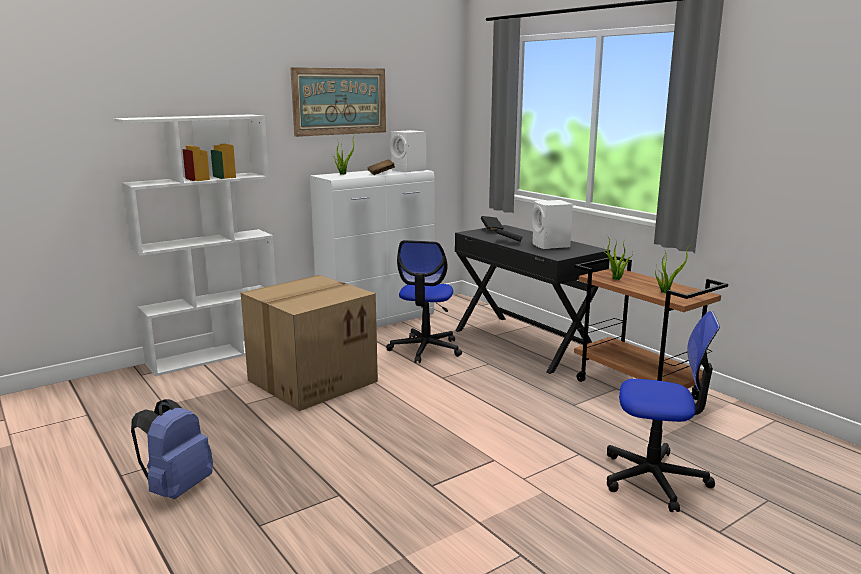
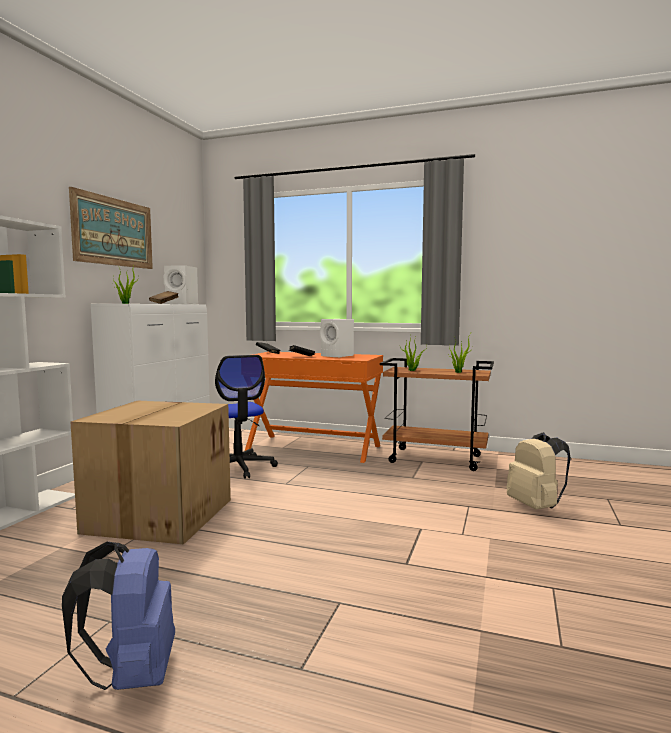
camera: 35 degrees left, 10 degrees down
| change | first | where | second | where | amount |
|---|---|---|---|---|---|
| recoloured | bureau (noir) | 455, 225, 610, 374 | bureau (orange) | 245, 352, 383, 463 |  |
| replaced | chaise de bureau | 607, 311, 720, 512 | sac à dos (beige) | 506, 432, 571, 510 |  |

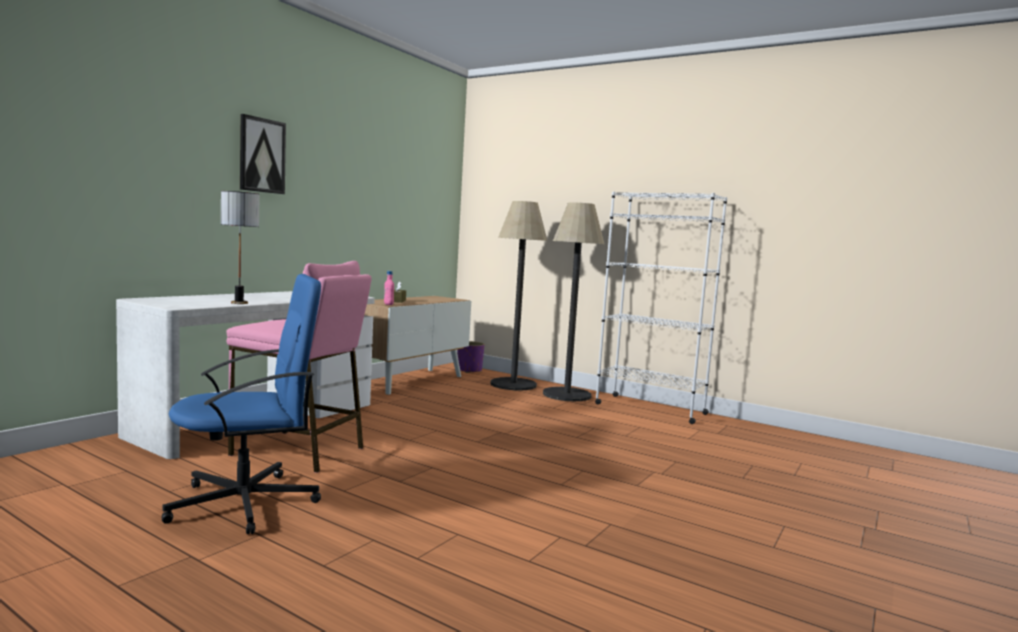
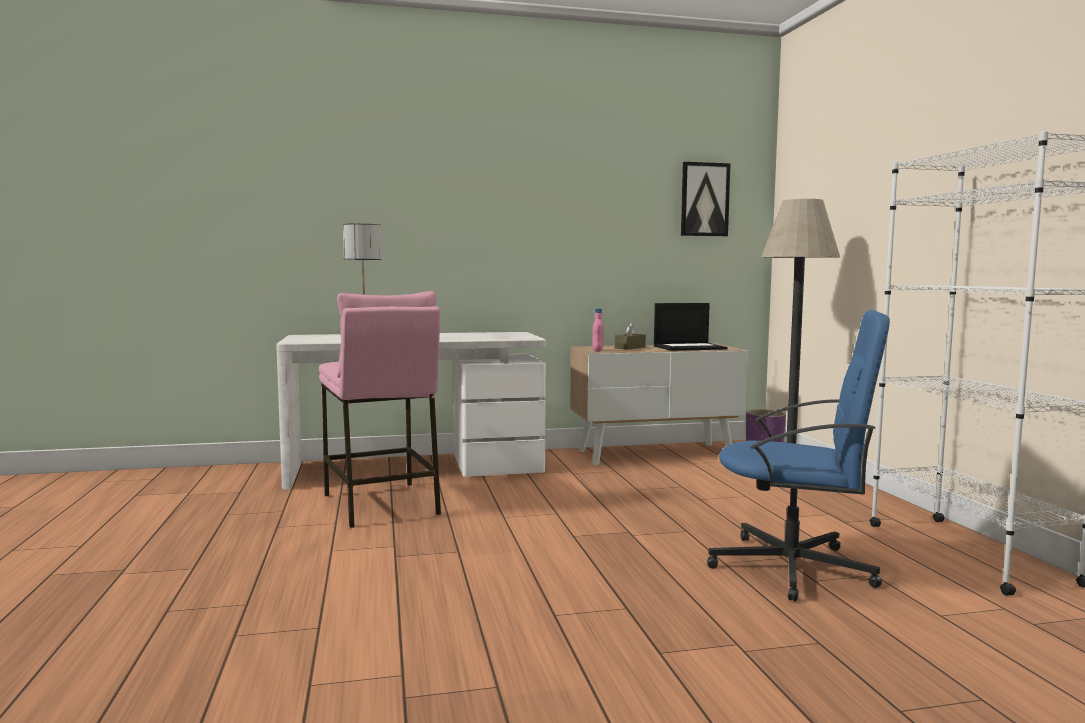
camera: 45 degrees right, 0 degrees up
| change | first | where | second | where | amount |
|---|---|---|---|---|---|
| moved | tableau | 240, 114, 286, 194 |  | 681, 162, 730, 236 |  |
| removed | lampadaire | 543, 202, 604, 401 |  |  |  |
| moved | chaise de bureau (bleu) | 162, 274, 321, 534 |  | 707, 310, 890, 601 |  |
| added |  |  | ordinateur portable | 654, 303, 728, 351 |  |

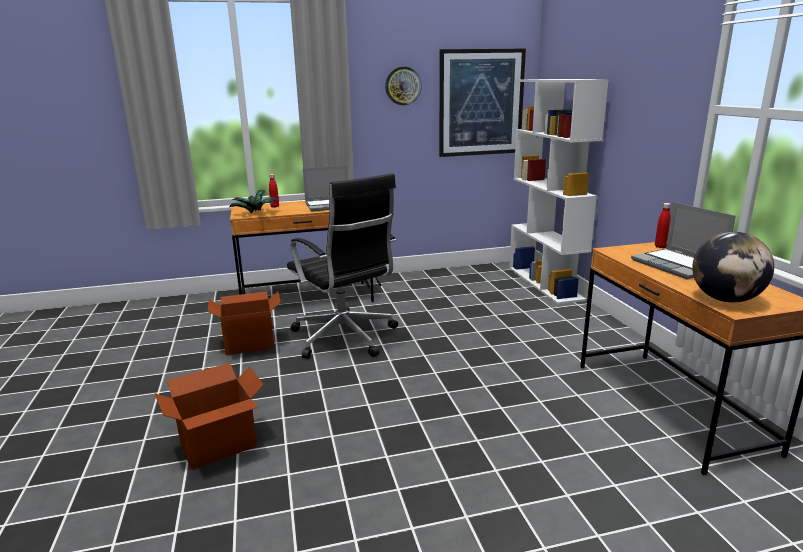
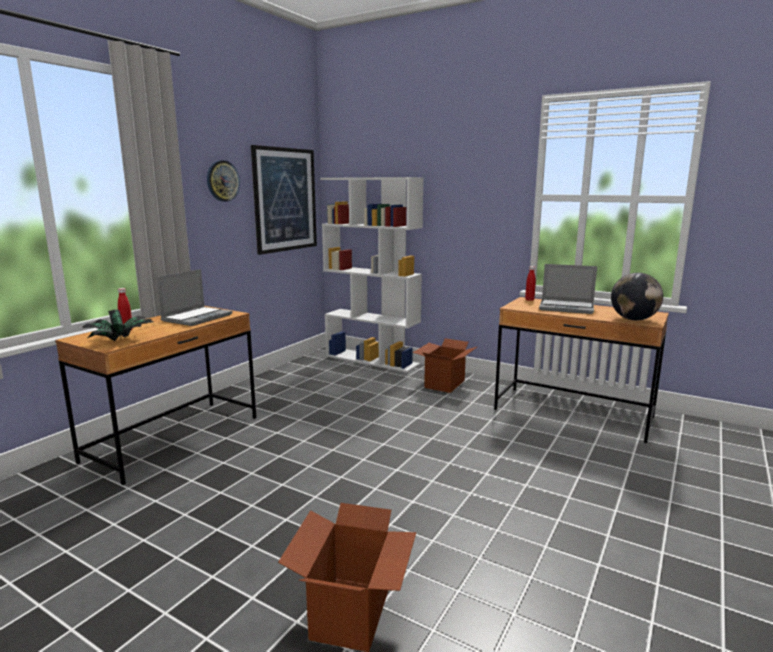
camera: 45 degrees left, 5 degrees down
| change | first | where | second | where | amount |
|---|---|---|---|---|---|
| removed | chaise de bureau (noir) | 287, 173, 398, 359 |  |  |  |
| moved | carton | 208, 292, 281, 355 |  | 413, 338, 478, 393 |  |

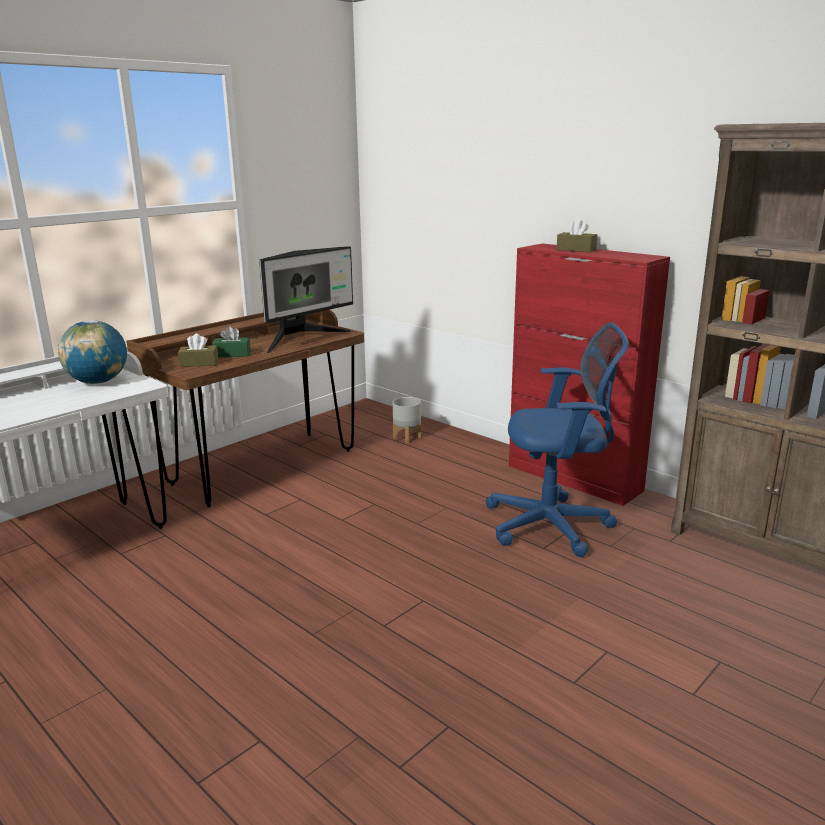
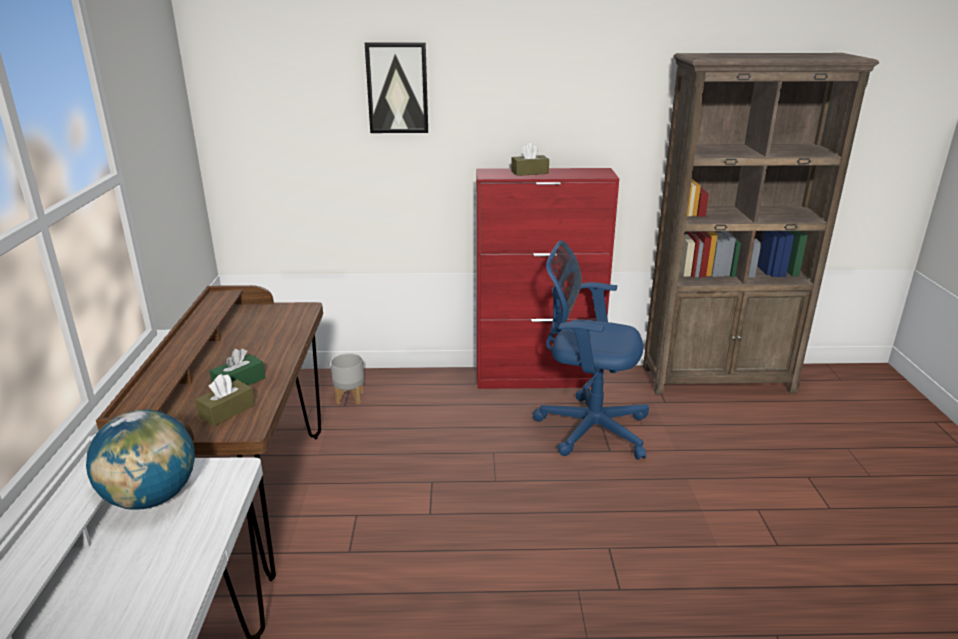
camera: 45 degrees left, 5 degrees up
| change | first | where | second | where | amount |
|---|---|---|---|---|---|
| removed | écran d'ordinateur | 259, 246, 354, 354 |  |  |  |
| turned | chaise de bureau (bleu) | 486, 322, 629, 557 |  | 533, 241, 649, 460 | 120 degrees counterclockwise |
| added |  |  | tableau | 365, 42, 428, 133 |  |

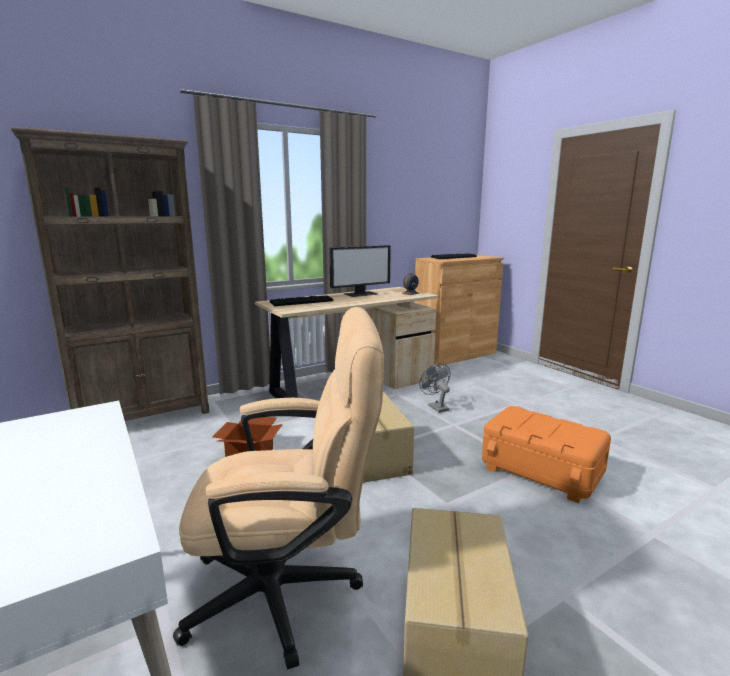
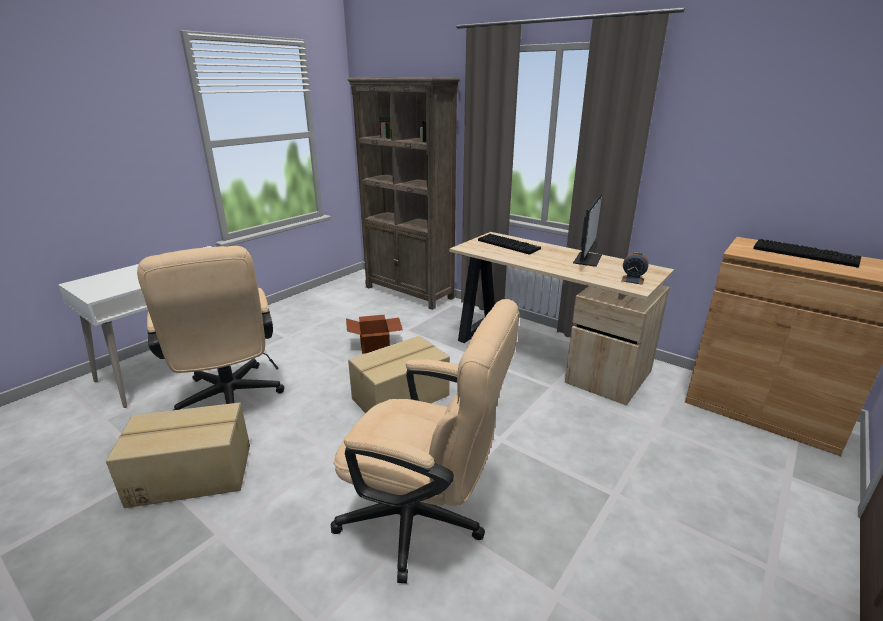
camera: 70 degrees right, 10 degrees up
| change | first | where | second | where | amount |
|---|---|---|---|---|---|
| turned | écran d'ordinateur | 329, 245, 391, 297 |  | 573, 194, 602, 267 | 105 degrees counterclockwise |
| removed | ventilateur (gris) | 419, 363, 450, 413 |  |  |  |
| replaced | boîte de rangement (orange) | 482, 406, 611, 503 | chaise de bureau (beige) | 331, 299, 519, 583 |  |

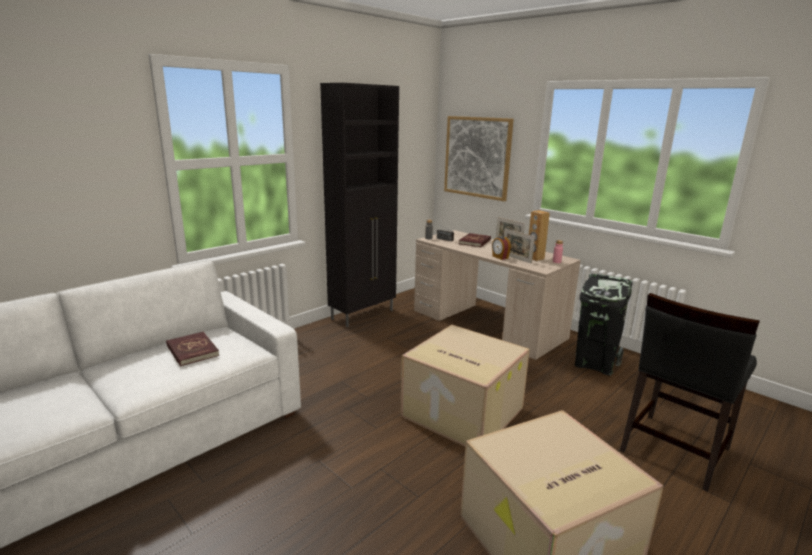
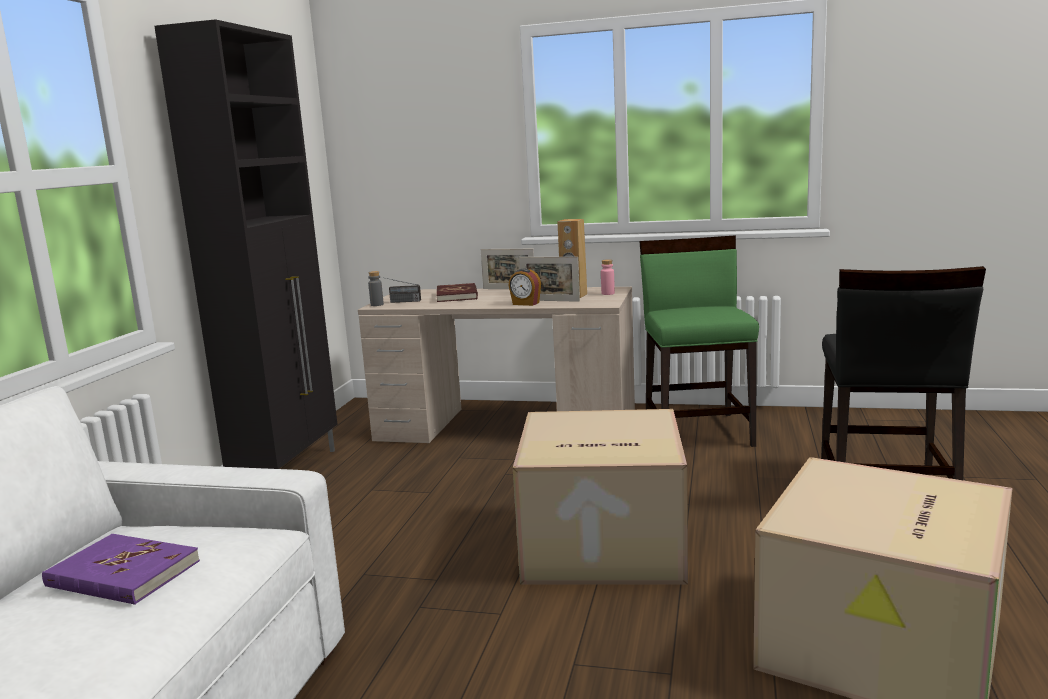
camera: 30 degrees left, 5 degrees down
| change | first | where | second | where | amount |
|---|---|---|---|---|---|
| removed | tableau | 444, 116, 514, 201 |  |  |  |
| replaced | poubelle (noir) | 575, 274, 633, 376 | chaise (vert) | 639, 235, 759, 447 |  |
| recoloured | livre (rouge) | 166, 332, 219, 367 | livre (violet) | 42, 534, 200, 605 |  |

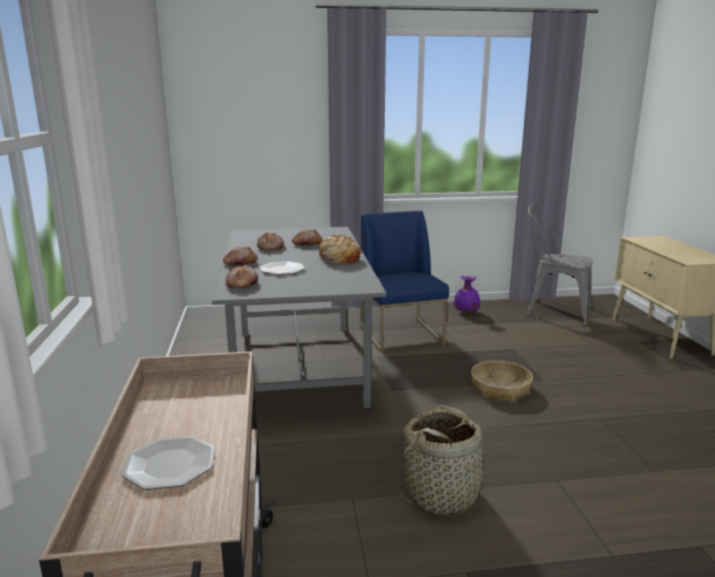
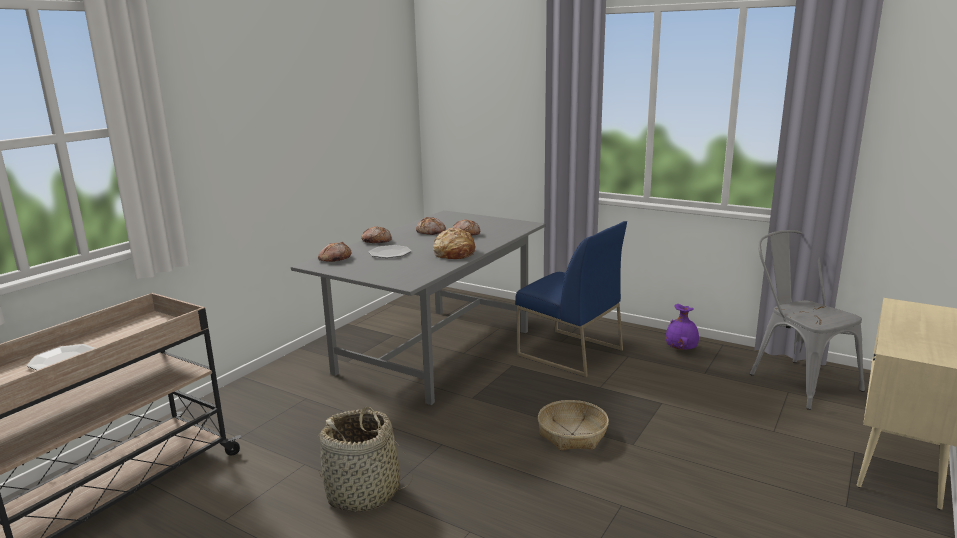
camera: 40 degrees right, 0 degrees up
| change | first | where | second | where | amount |
|---|---|---|---|---|---|
| turned | chaise (bleu) | 360, 211, 449, 353 |  | 515, 221, 627, 377 | 105 degrees clockwise |

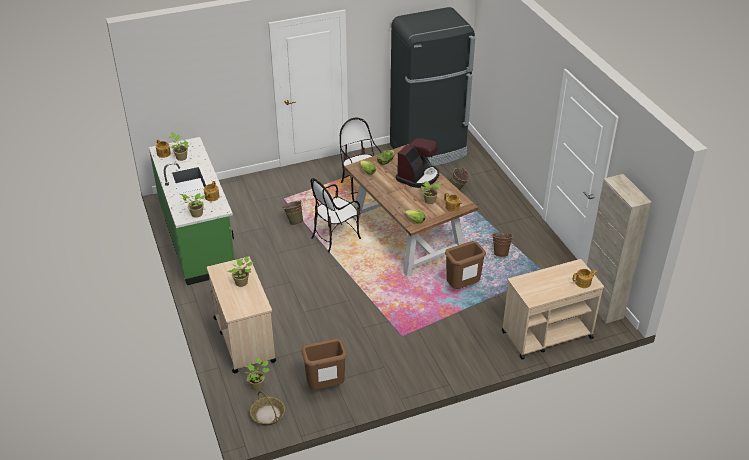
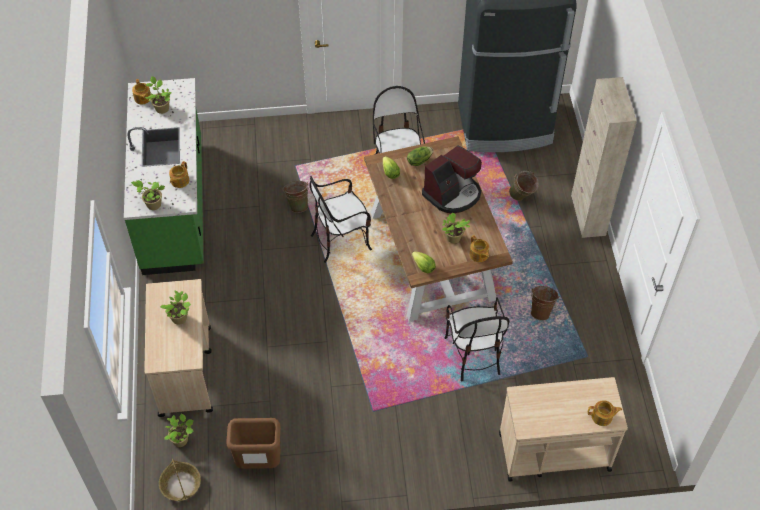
camera: 15 degrees right, 15 degrees up
| change | first | where | second | where | amount |
|---|---|---|---|---|---|
| moved | meuble de rangement (beige) | 587, 174, 652, 323 |  | 571, 77, 637, 238 |  |
| replaced | poubelle (marron) | 445, 241, 486, 289 | chaise | 445, 297, 509, 381 |  |

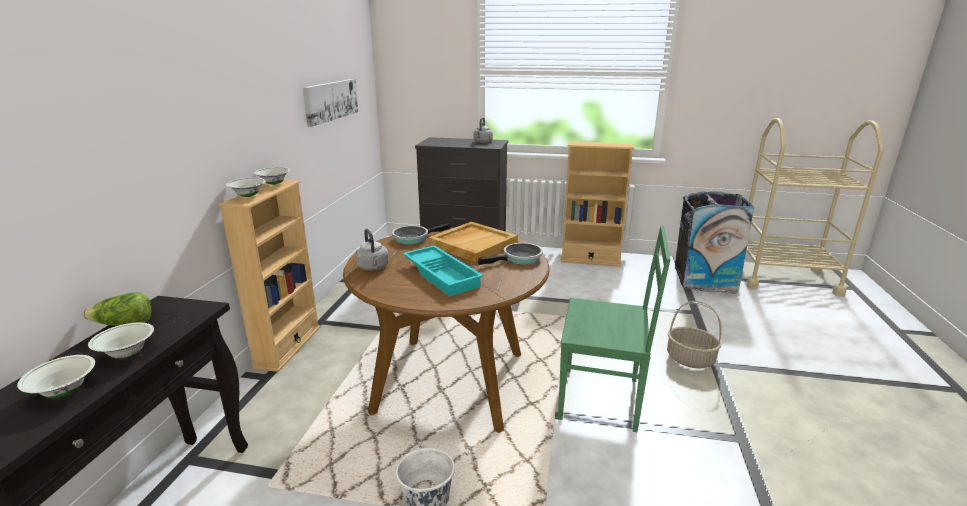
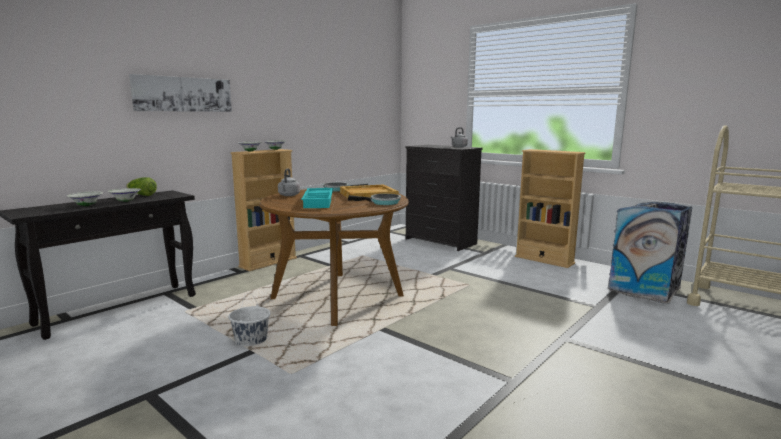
camera: 30 degrees right, 10 degrees down
| change | first | where | second | where | amount |
|---|---|---|---|---|---|
| moved | tableau | 302, 79, 358, 127 |  | 129, 74, 232, 112 |  |
| removed | chaise (vert) | 558, 225, 670, 432 |  |  |  |
| removed | panier | 667, 301, 722, 369 |  |  |  |

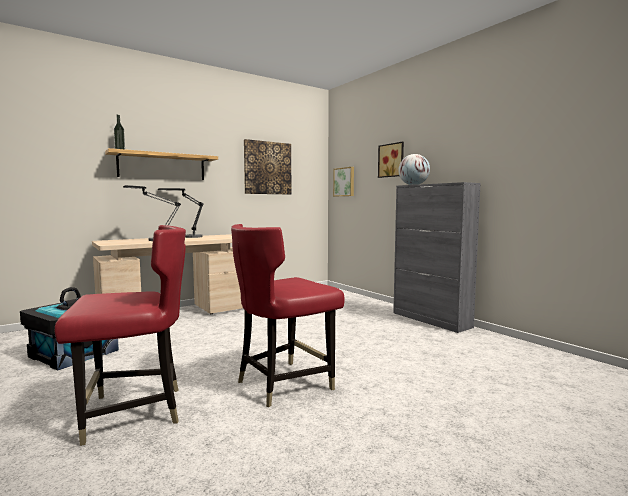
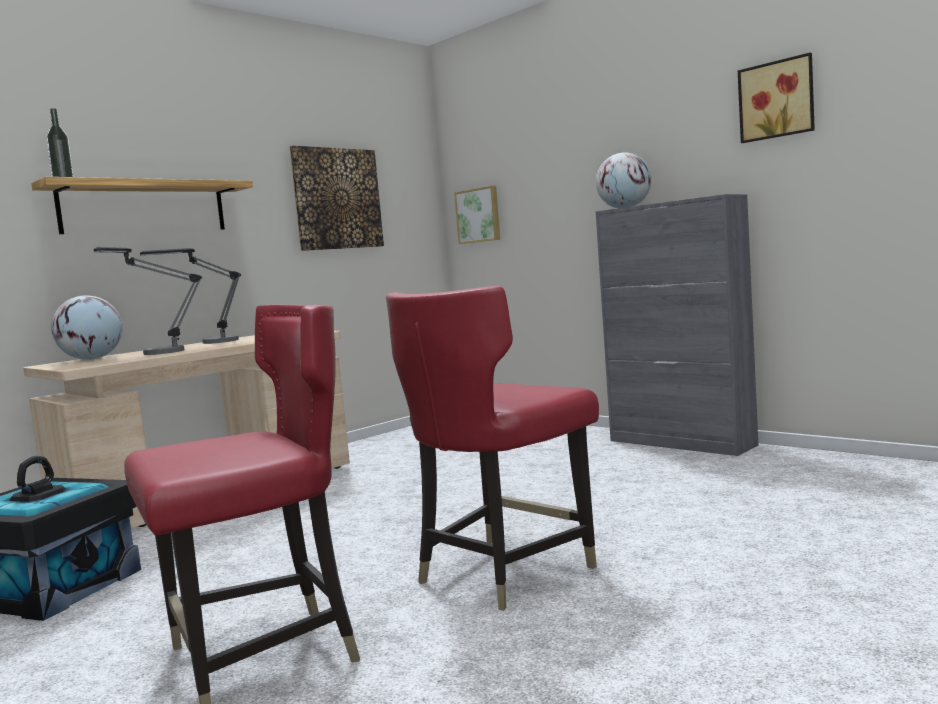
camera: 10 degrees left, 0 degrees up
| change | first | where | second | where | amount |
|---|---|---|---|---|---|
| moved | tableau | 378, 142, 404, 178 |  | 738, 53, 815, 143 |  |
| added |  |  | globe | 51, 295, 122, 360 |  |

